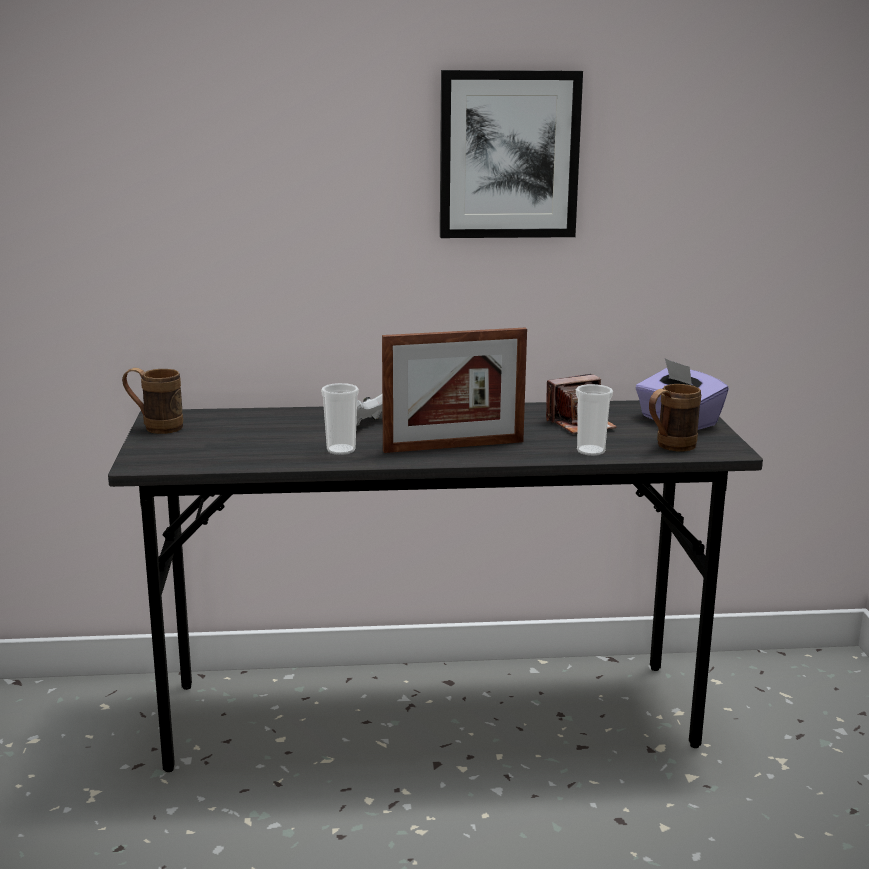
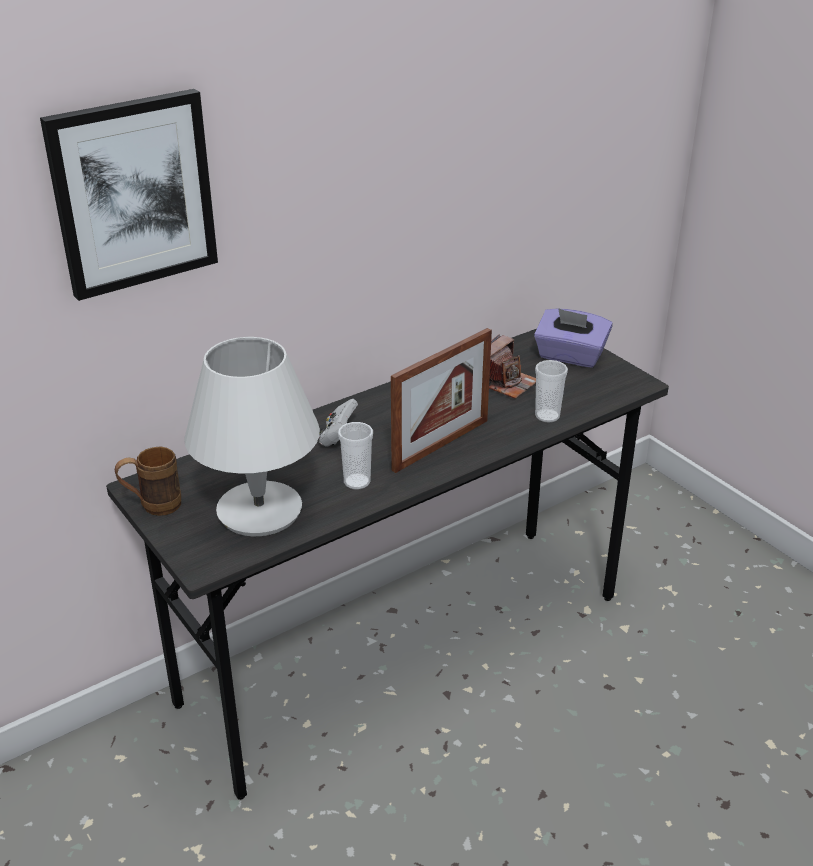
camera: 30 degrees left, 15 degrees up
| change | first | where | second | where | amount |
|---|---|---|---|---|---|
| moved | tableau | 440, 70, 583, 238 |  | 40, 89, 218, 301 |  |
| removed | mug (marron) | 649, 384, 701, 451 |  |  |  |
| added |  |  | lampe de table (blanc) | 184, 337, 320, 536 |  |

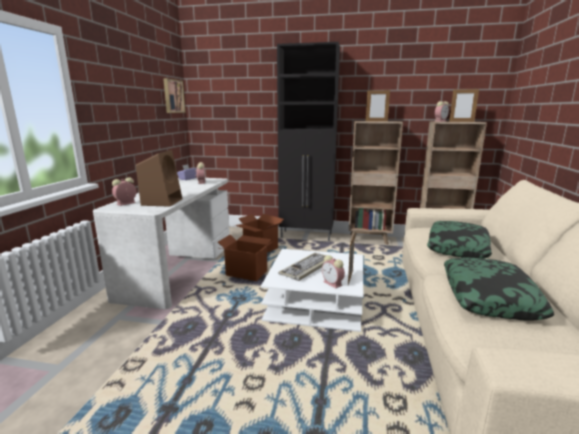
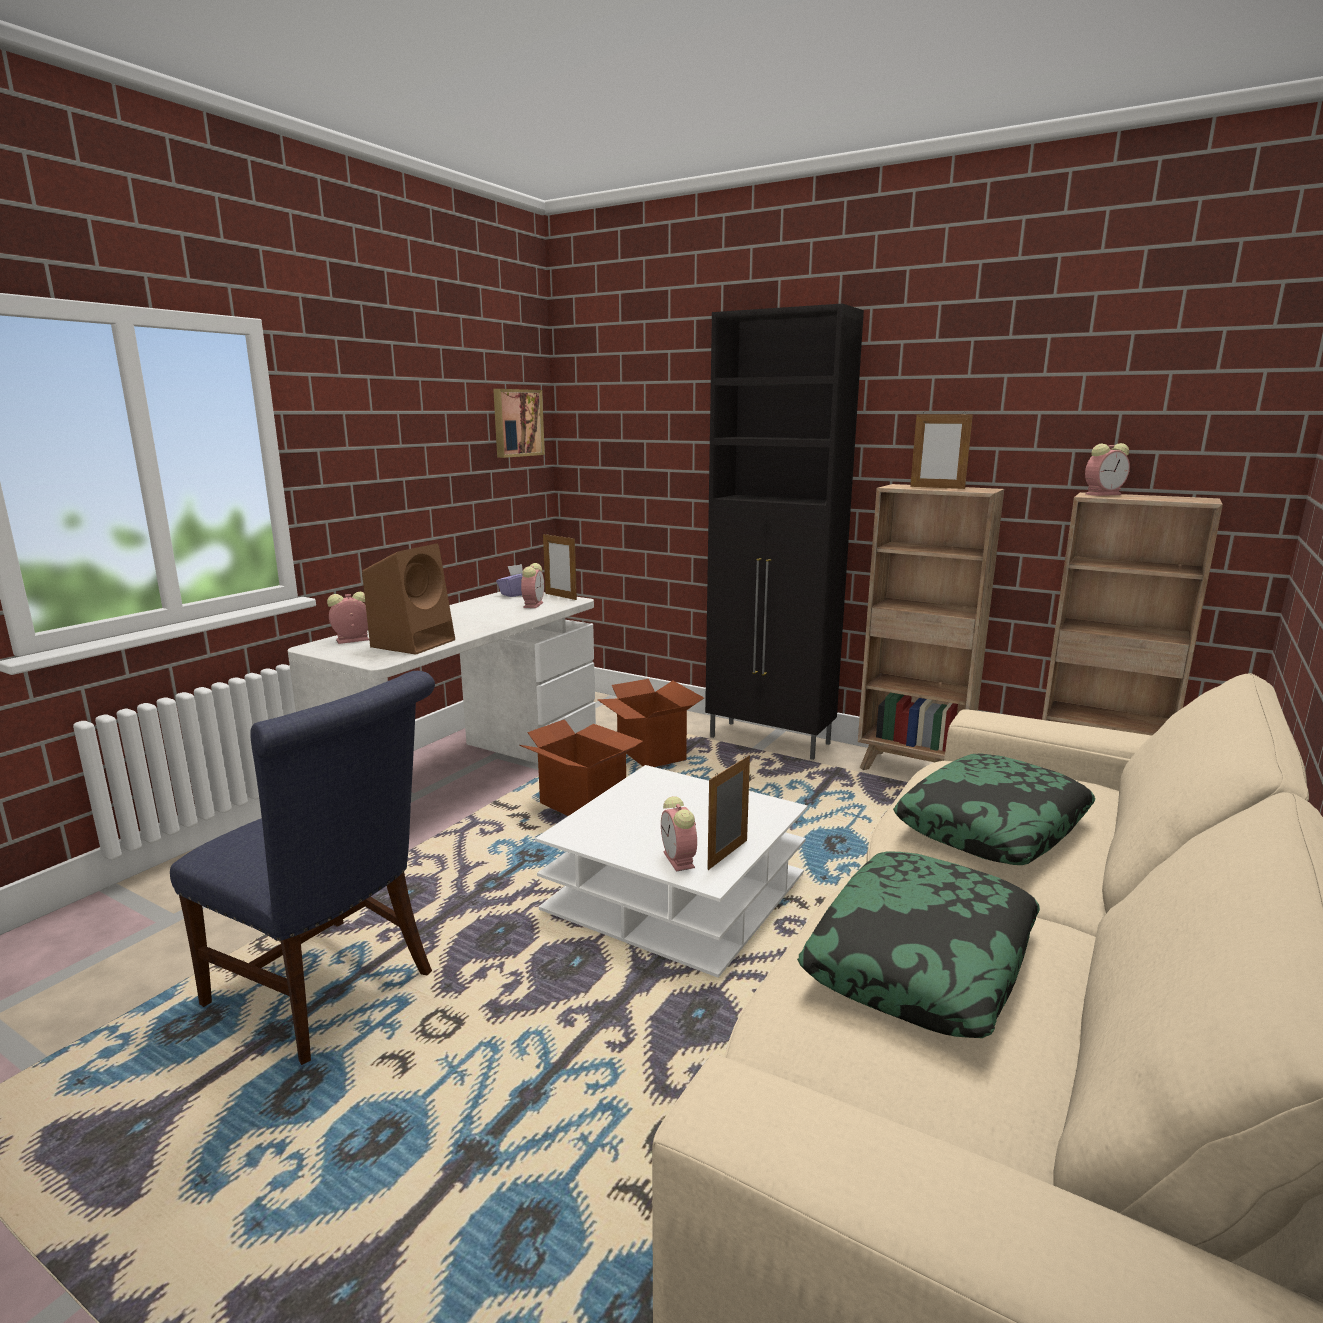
camera: 20 degrees right, 0 degrees up
| change | first | where | second | where | amount |
|---|---|---|---|---|---|
| moved | cadre photo | 449, 88, 479, 122 |  | 543, 534, 577, 600 |  |
| removed | clavier | 278, 253, 326, 281 |  |  |  |
| added |  |  | chaise (bleu) | 170, 671, 435, 1065 |  |

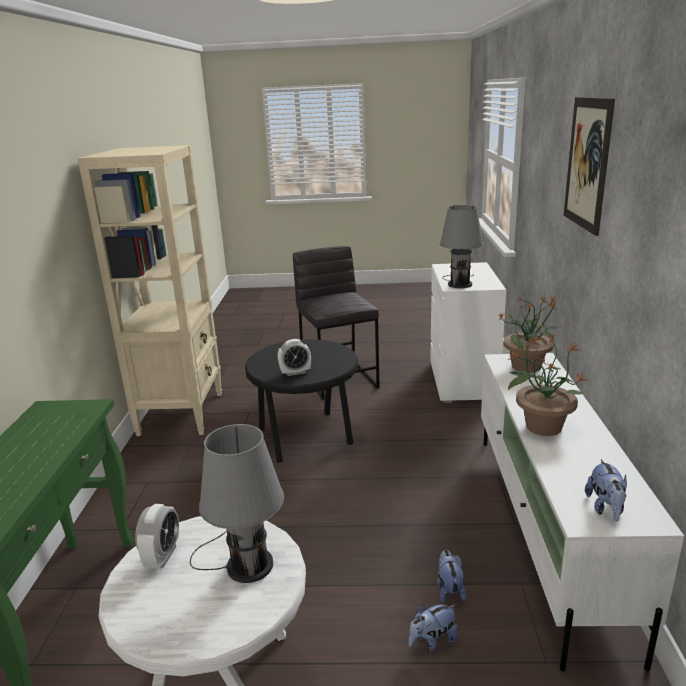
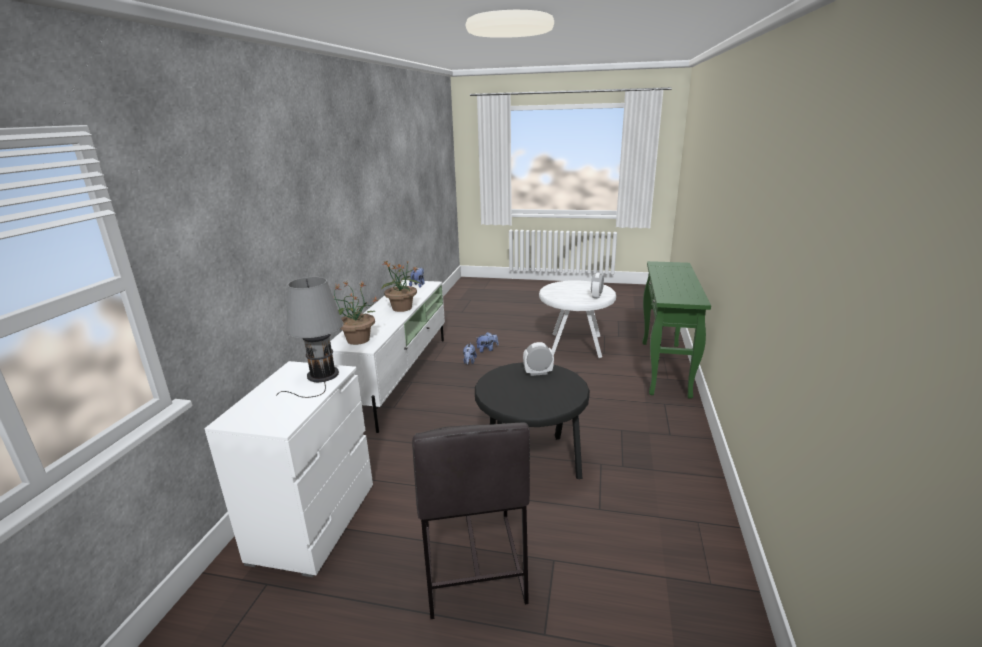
camera: 170 degrees left, 0 degrees up
| change | first | where | second | where | amount |
|---|---|---|---|---|---|
| removed | tableau | 564, 97, 615, 236 |  |  |  |
| removed | bibliothèque (beige) | 77, 145, 222, 436 |  |  |  |
| removed | lampe de table (gris) | 190, 424, 284, 583 |  |  |  |

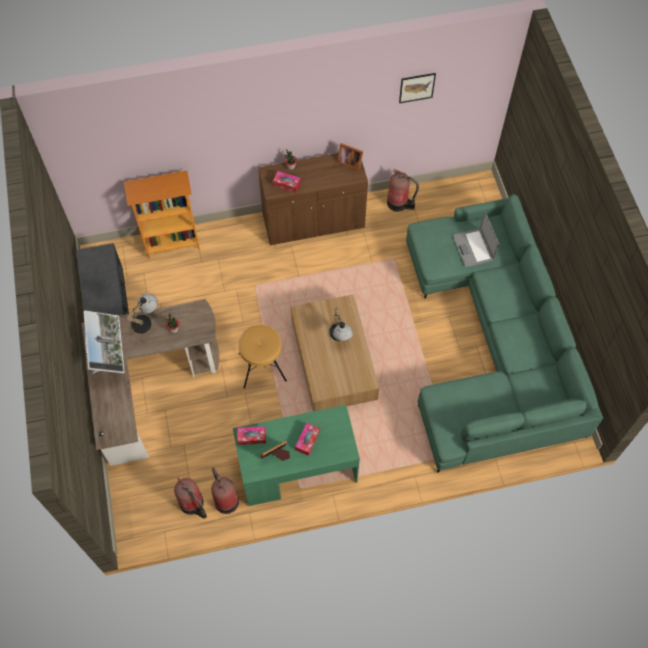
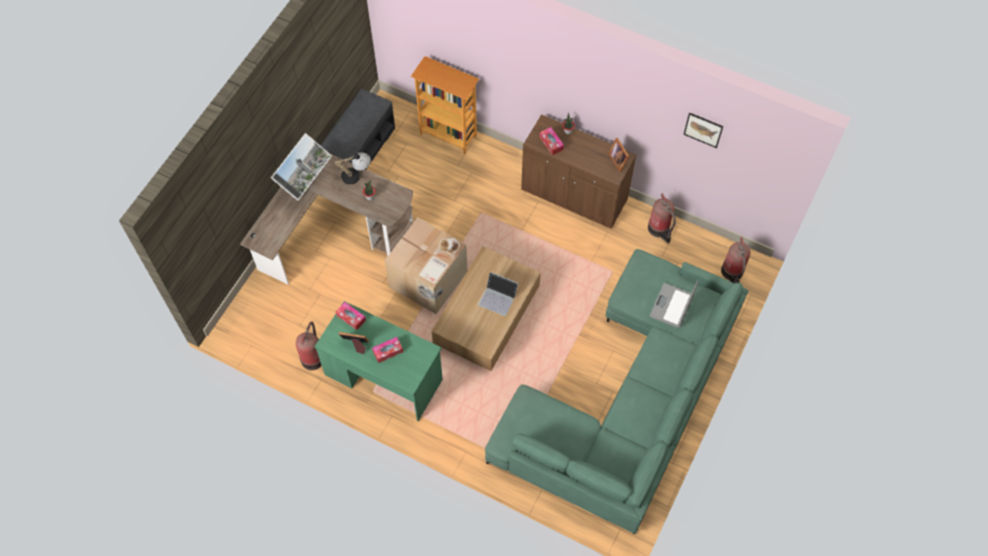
camera: 40 degrees right, 0 degrees up
| change | first | where | second | where | amount |
|---|---|---|---|---|---|
| replaced | lampe de table | 329, 308, 353, 341 | ordinateur portable | 478, 272, 518, 316 |  |
| replaced | tabouret (marron) | 238, 325, 287, 388 | carton | 385, 218, 467, 314 |  |
| moved | extincteur | 174, 477, 207, 519 |  | 721, 237, 750, 283 |  |

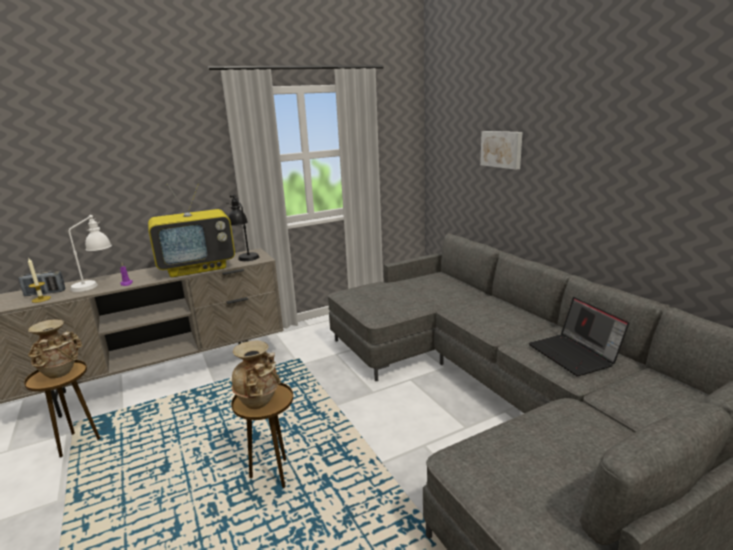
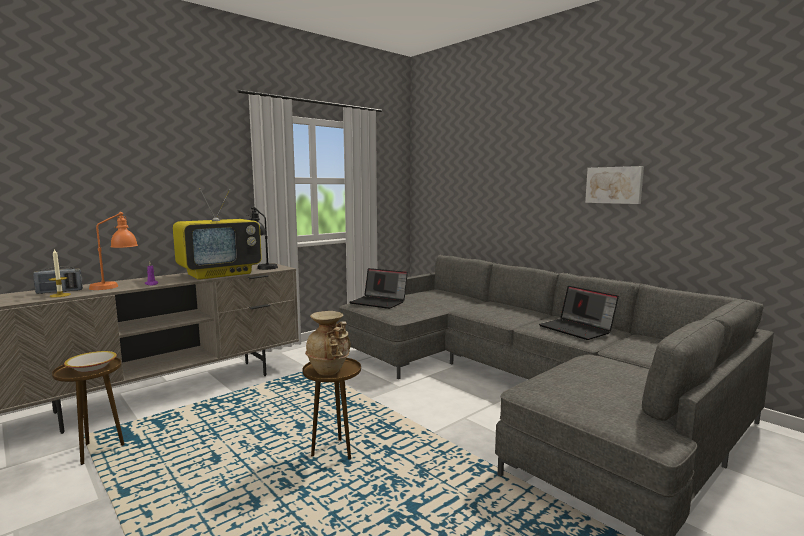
camera: 15 degrees left, 10 degrees down
| change | first | where | second | where | amount |
|---|---|---|---|---|---|
| moved | tableau | 480, 131, 523, 170 |  | 585, 166, 644, 204 |  |
| recoloured | lampe de table (blanc) | 69, 215, 112, 292 | lampe de table (orange) | 89, 212, 138, 290 |  |
| replaced | vase (beige) | 28, 320, 82, 379 | bol | 64, 351, 117, 372 |  |
| added |  |  | ordinateur portable | 350, 268, 408, 309 |  |

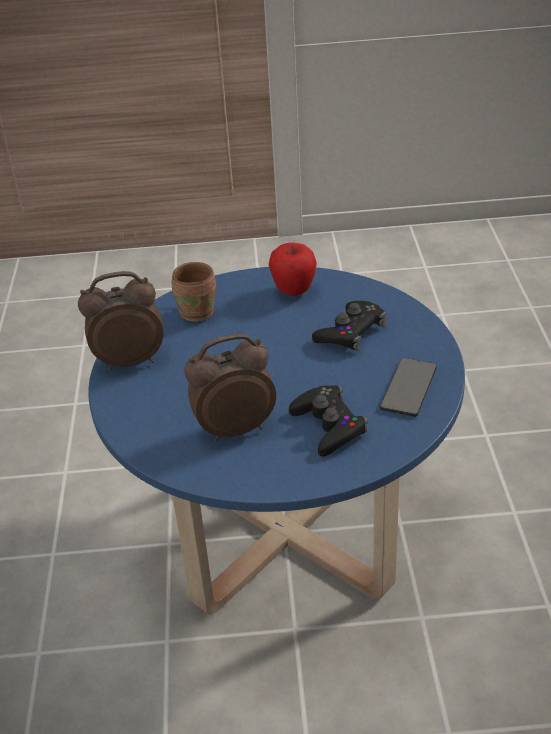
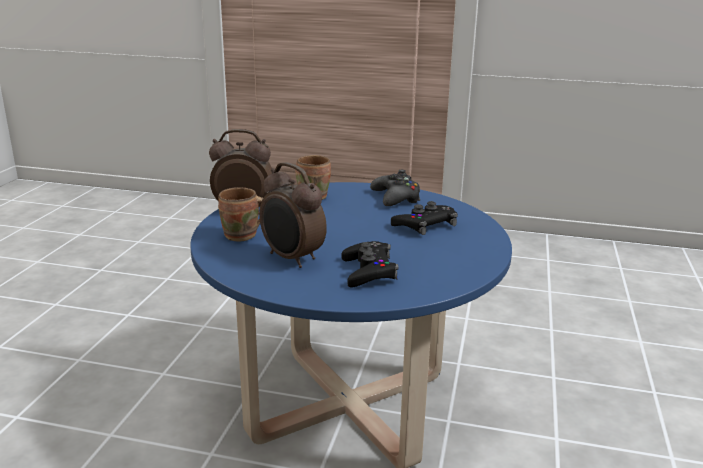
camera: 15 degrees right, 15 degrees down
| change | first | where | second | where | amount |
|---|---|---|---|---|---|
| replaced | pomme | 269, 243, 317, 296 | manette (noir) | 370, 170, 420, 206 |  |
| turned | réveil | 184, 334, 276, 442 |  | 259, 162, 327, 268 | 135 degrees counterclockwise |
| removed | téléphone | 380, 358, 437, 417 |  |  |  |
| added |  |  | mug (marron) | 218, 187, 263, 242 |  |

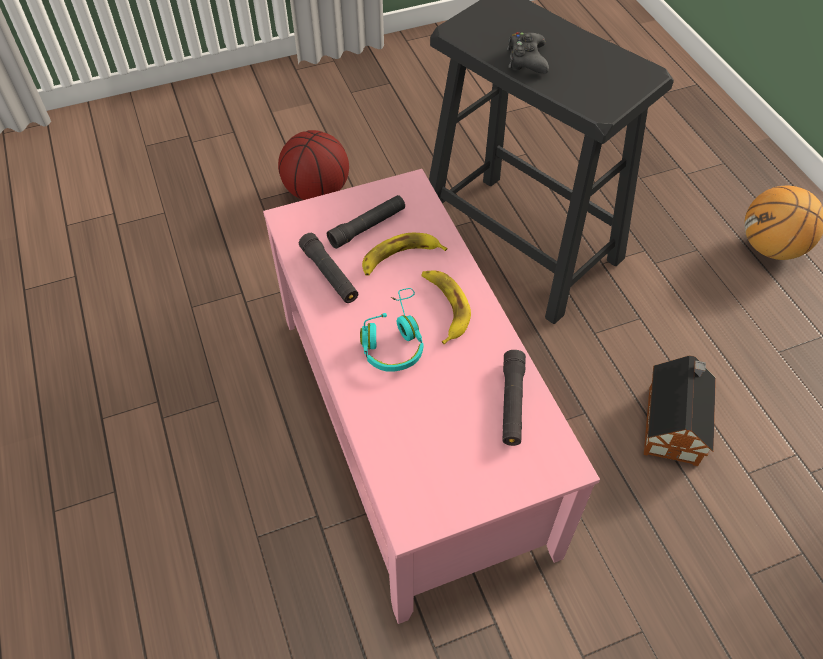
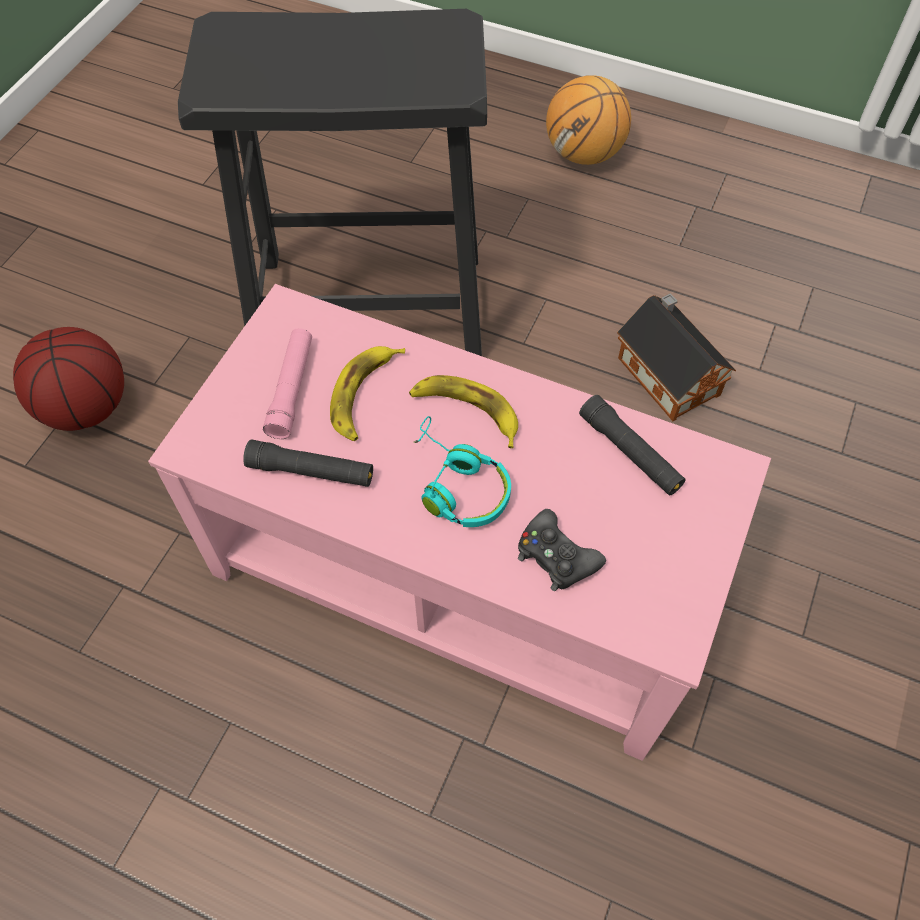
camera: 45 degrees left, 5 degrees up
| change | first | where | second | where | amount |
|---|---|---|---|---|---|
| moved | manette (noir) | 507, 32, 549, 74 |  | 518, 509, 606, 591 |  |
| recoloured | lampe de poche (noir) | 327, 195, 405, 249 | lampe de poche (rose) | 263, 328, 312, 439 |  |

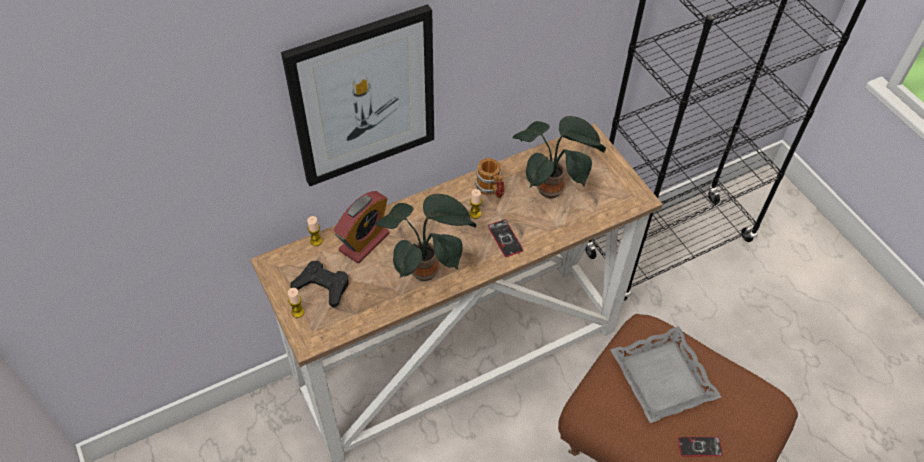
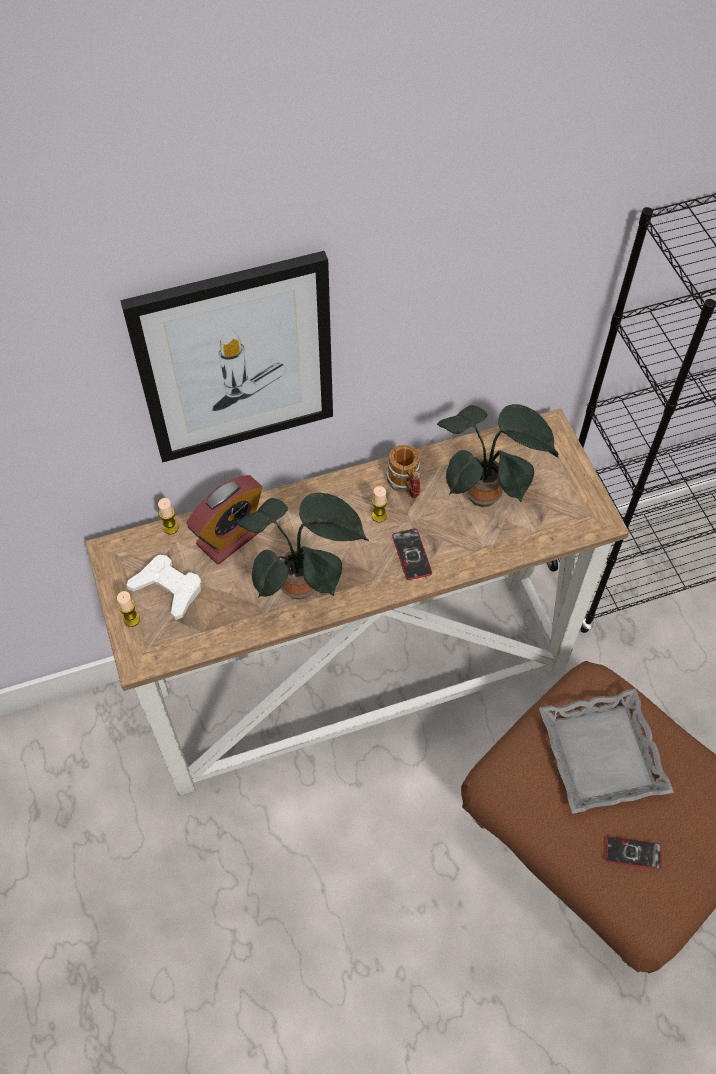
camera: 10 degrees right, 5 degrees up
| change | first | where | second | where | amount |
|---|---|---|---|---|---|
| recoloured | manette (noir) | 290, 261, 349, 308 | manette (blanc) | 126, 555, 201, 620 |  |

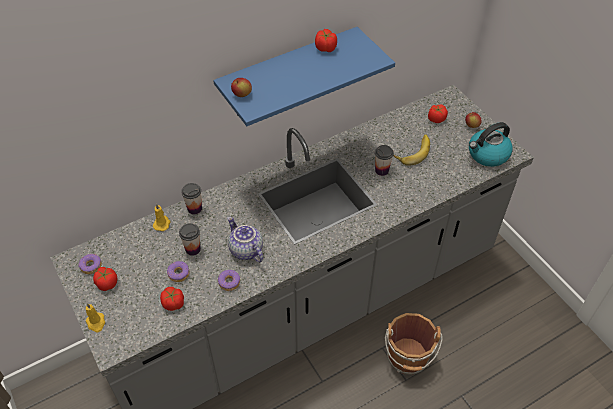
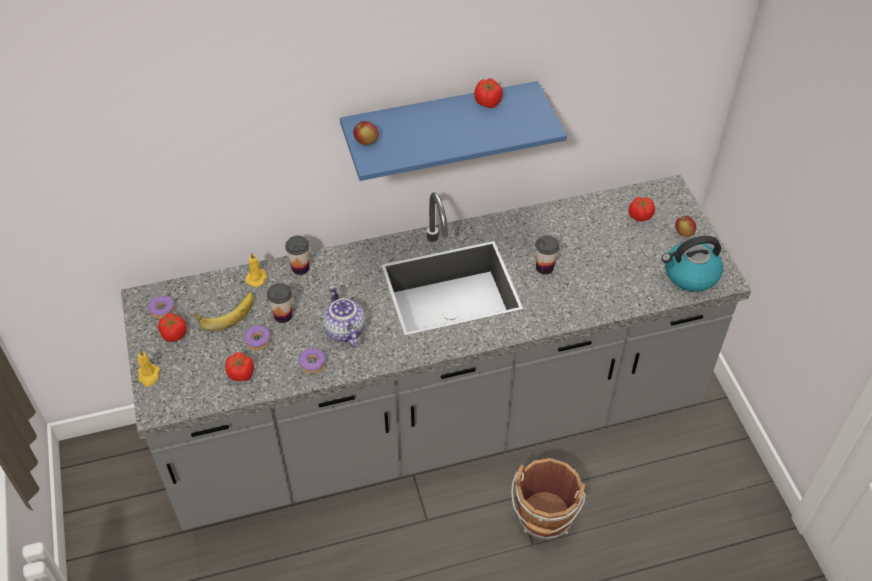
camera: 15 degrees right, 0 degrees up
| change | first | where | second | where | amount |
|---|---|---|---|---|---|
| moved | banane | 394, 134, 430, 166 |  | 194, 292, 254, 331 |  |

